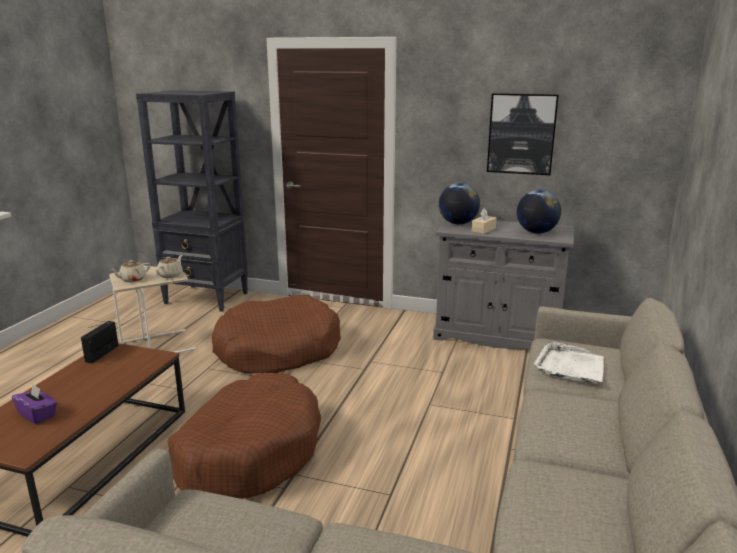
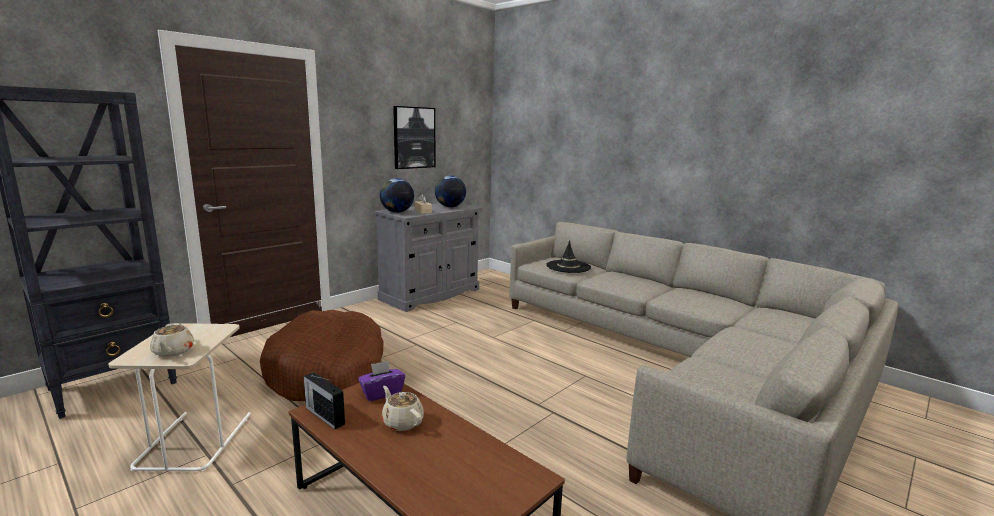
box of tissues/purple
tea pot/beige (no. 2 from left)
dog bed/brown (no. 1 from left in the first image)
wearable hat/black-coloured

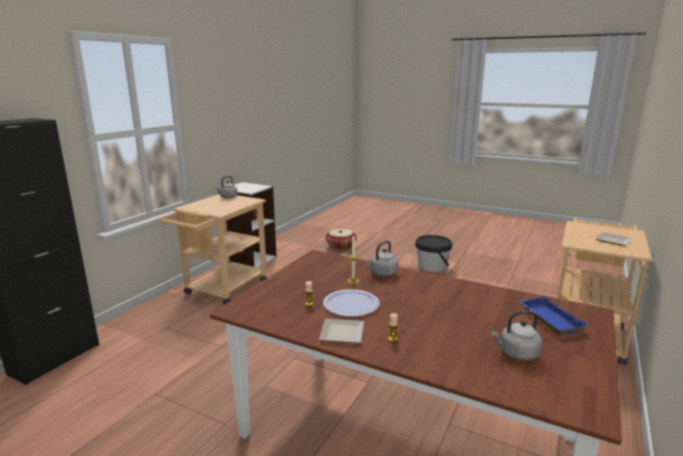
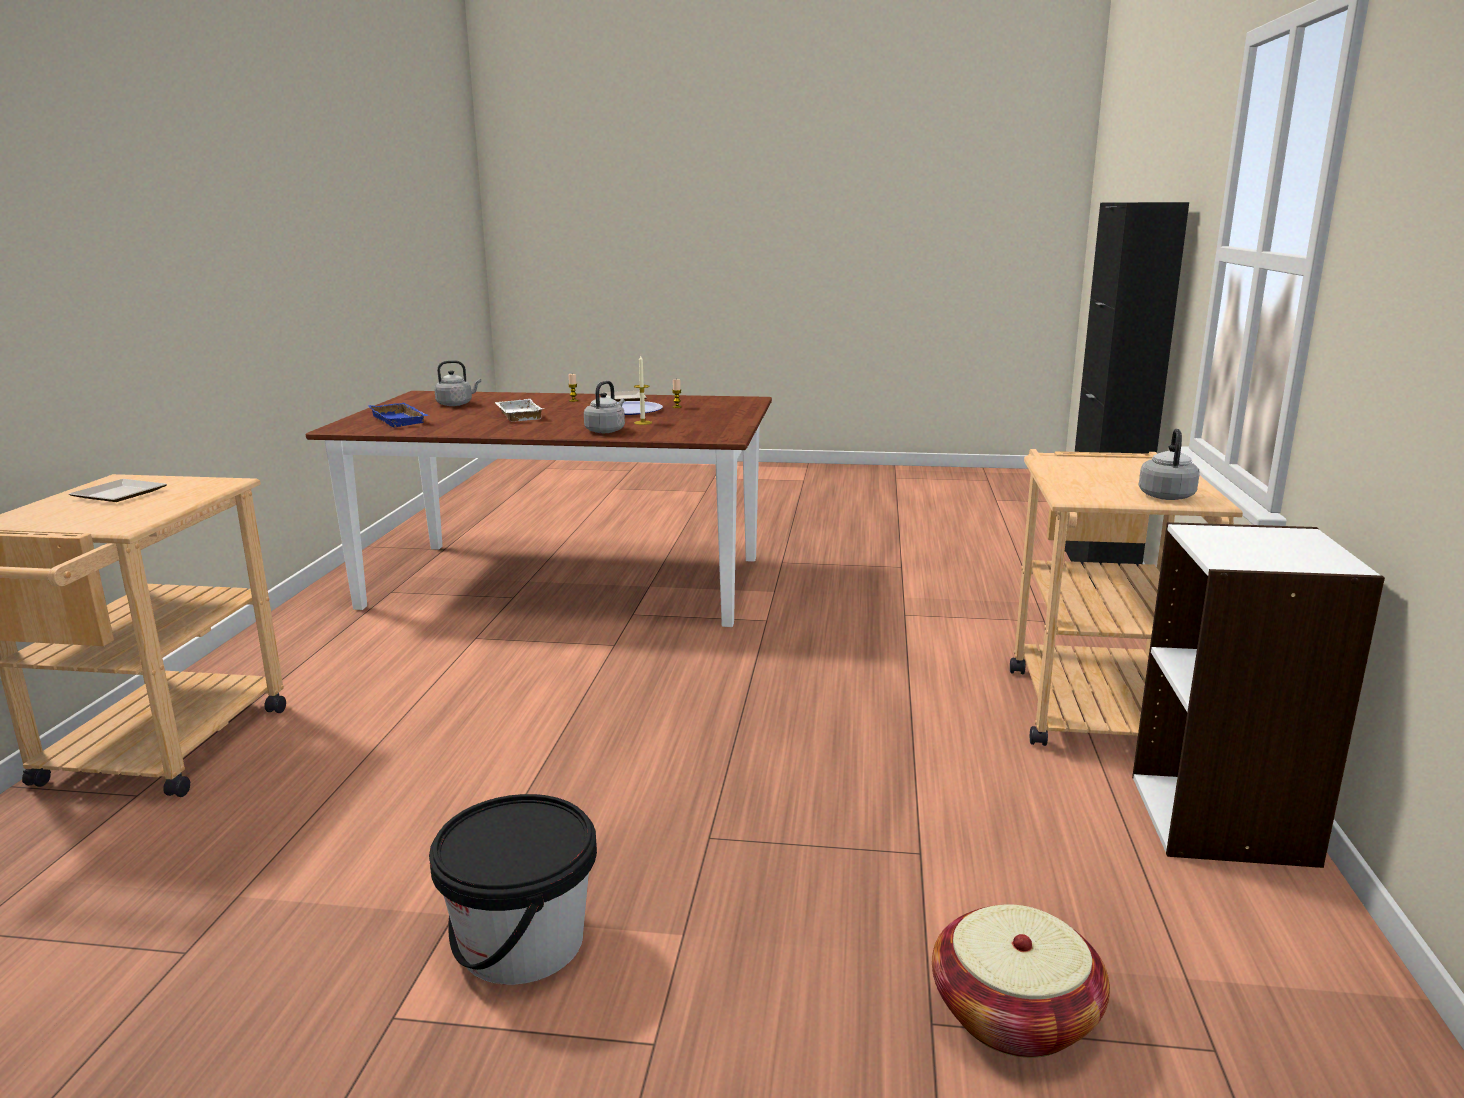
carrying tray/white-coloured

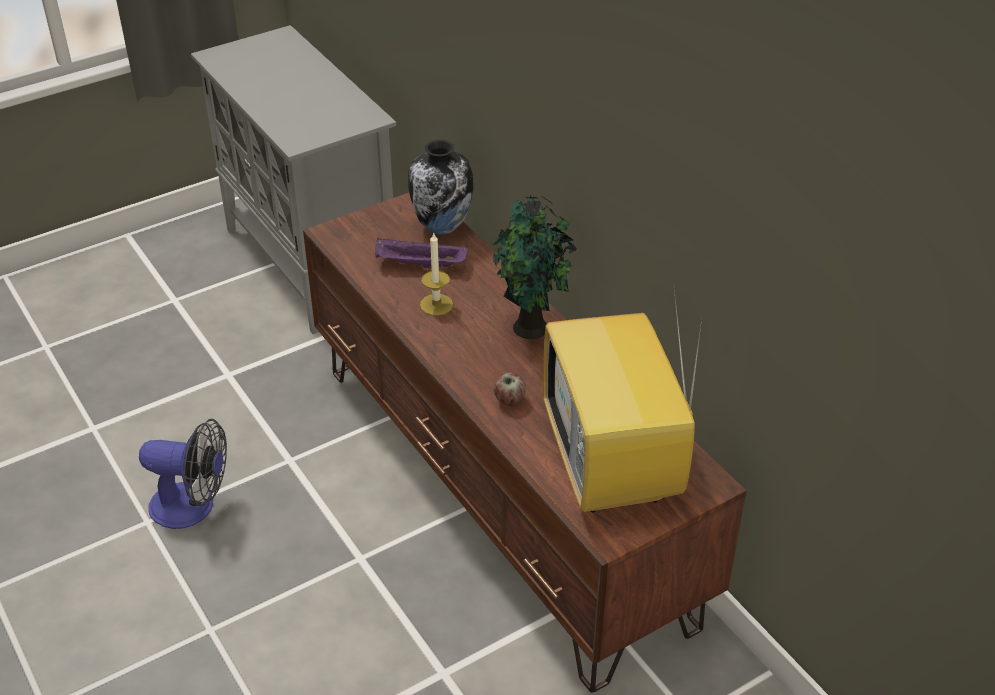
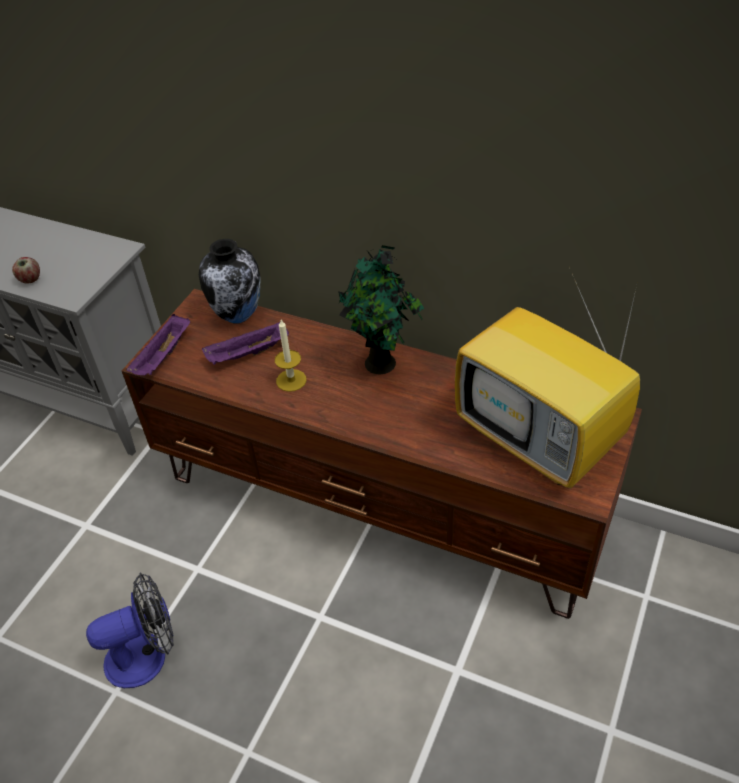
apple
carrying tray/purple (no. 1 from left)

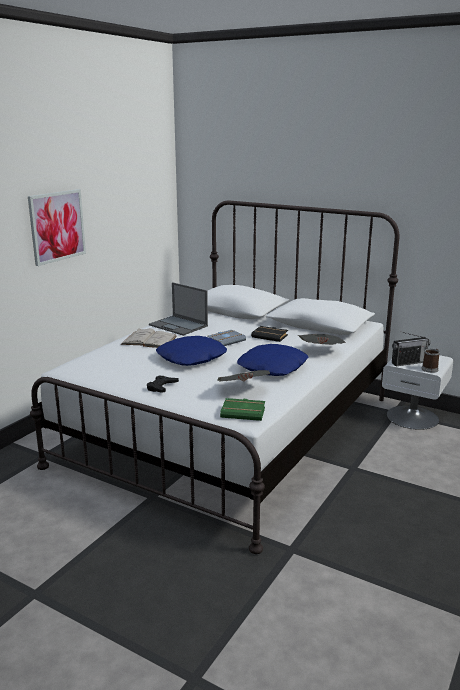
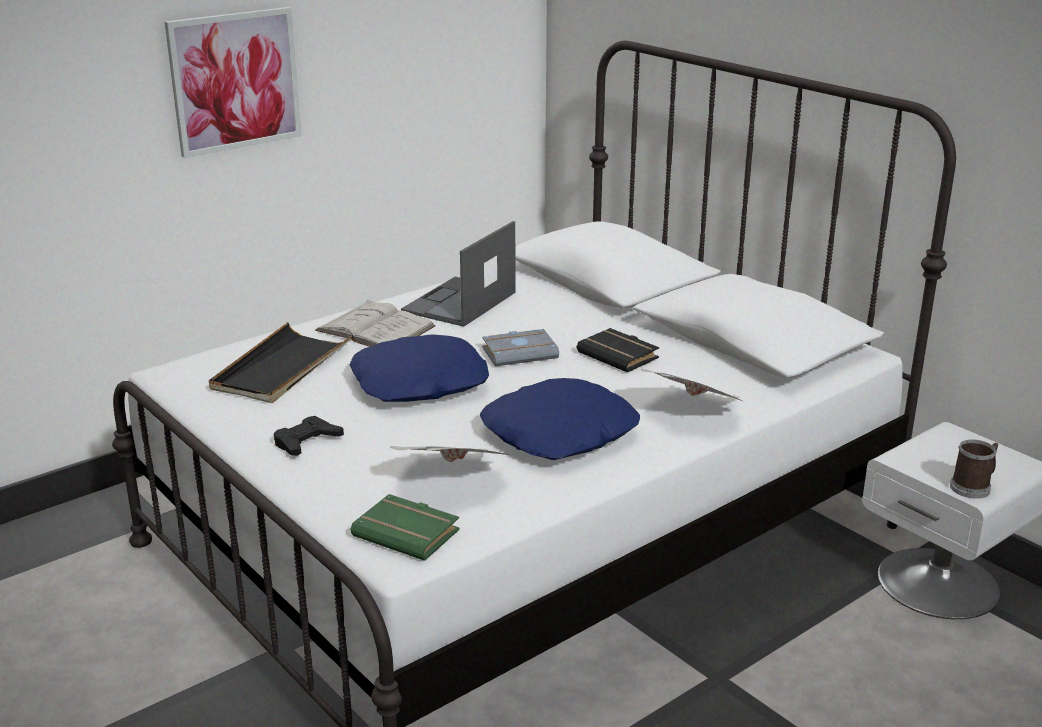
portable computer
radio
carrying tray/black-coloured

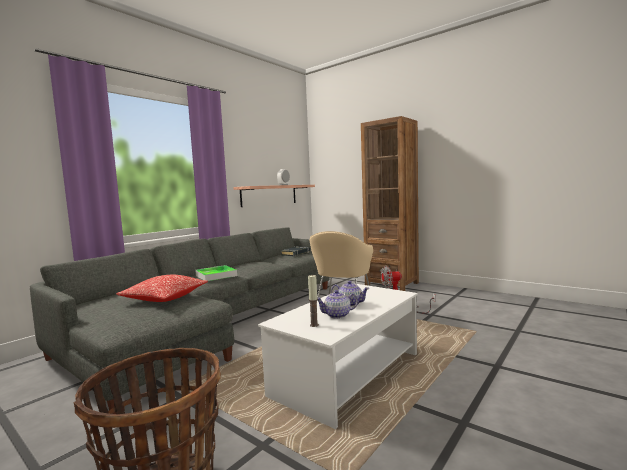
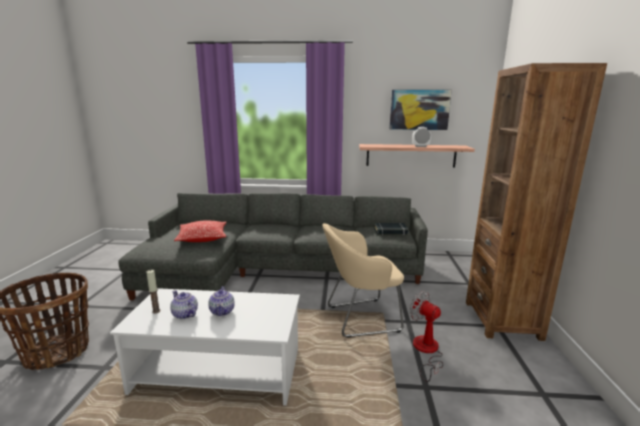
carrying tray
wall art

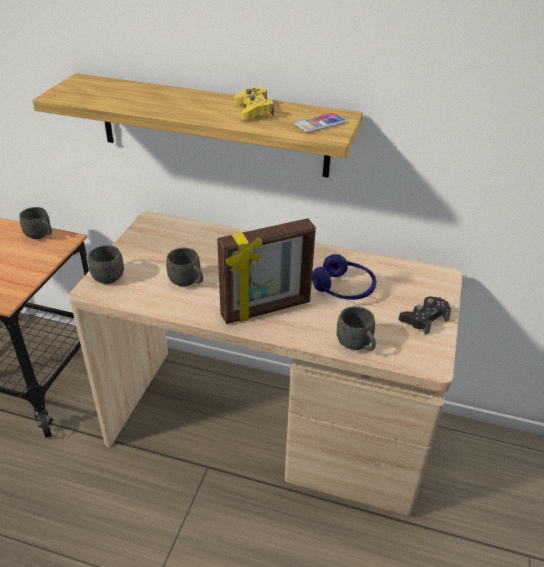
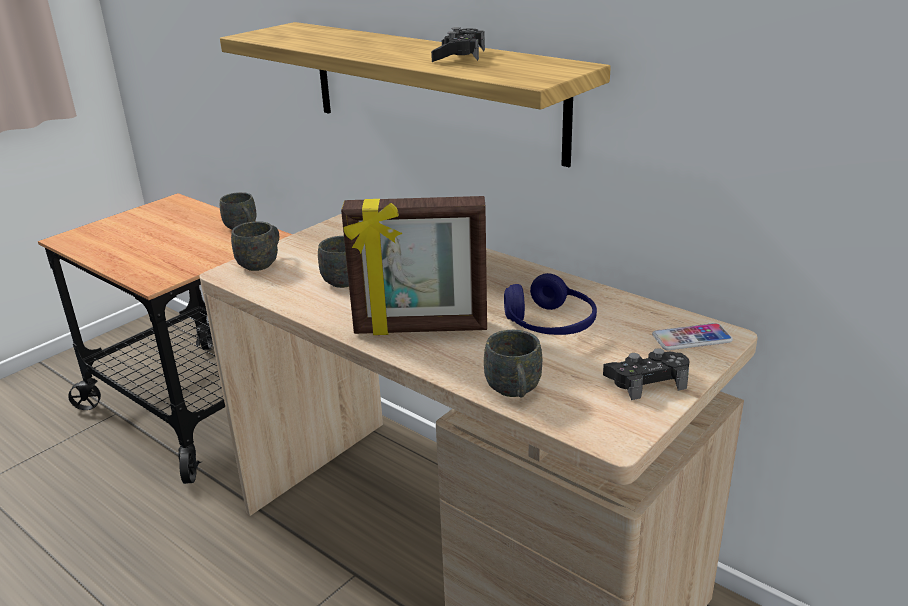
game controller/black-coloured (no. 1 from left)
handset

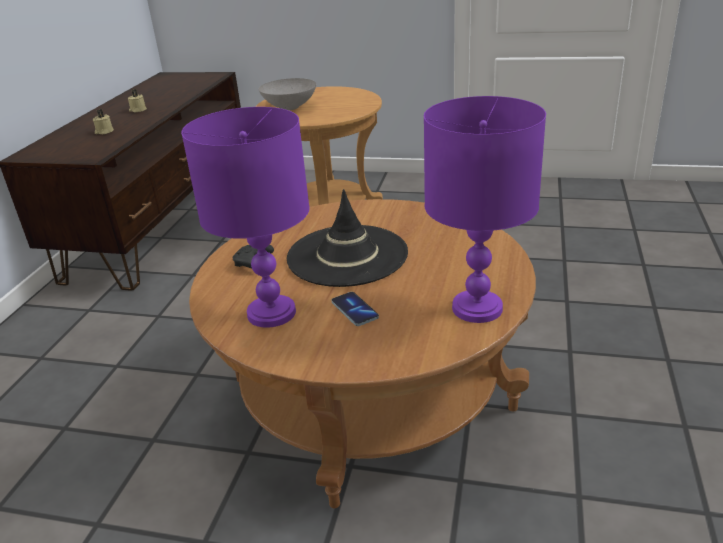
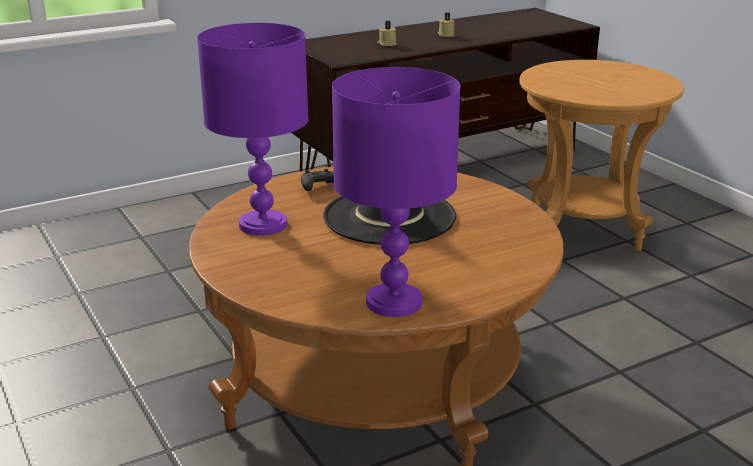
bowl/gray
handset

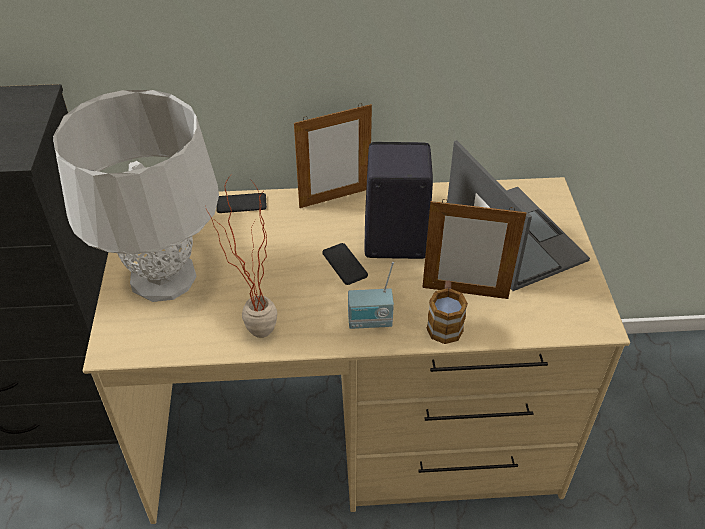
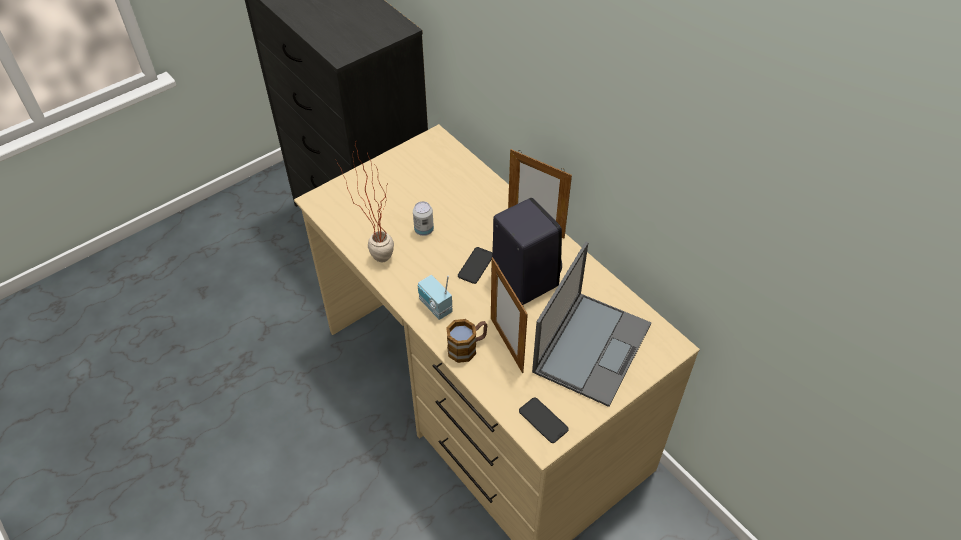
tabletop lamp/gray
handset (no. 2 from left)
sealed can

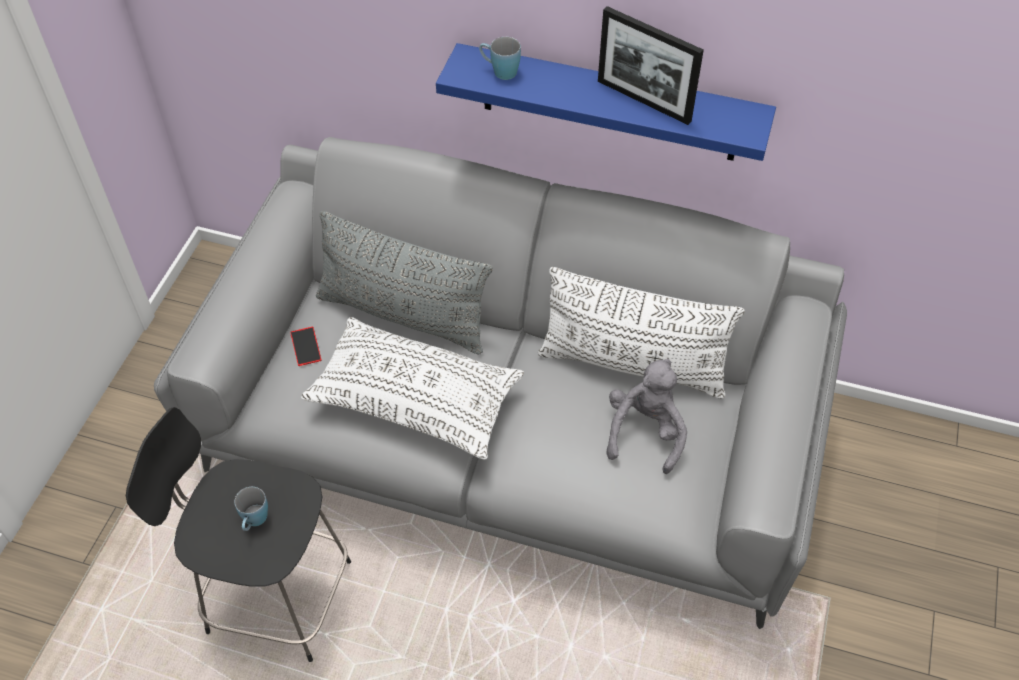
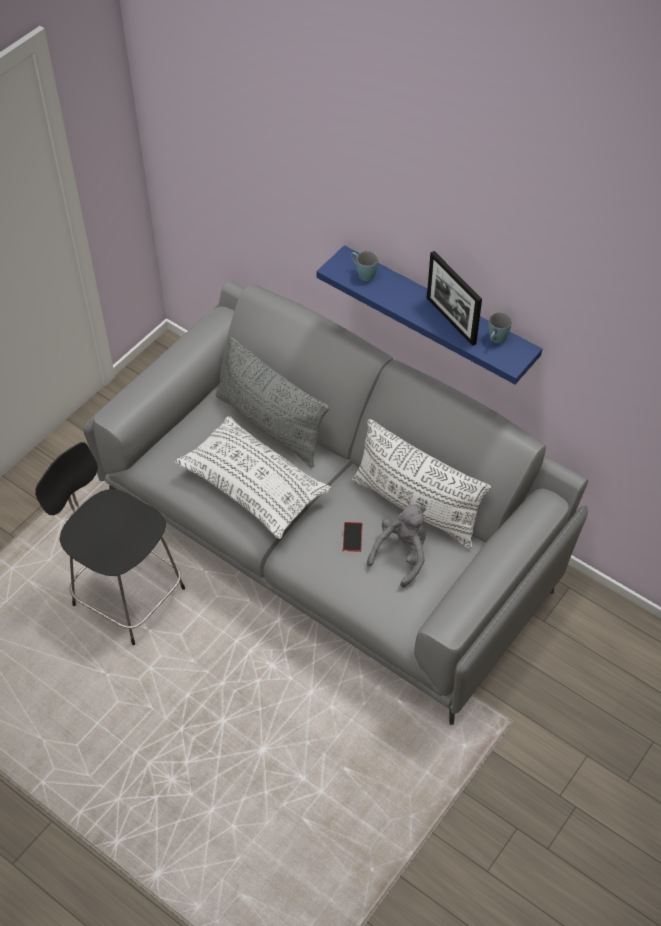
mug/blue-coloured (no. 2 from left)
handset

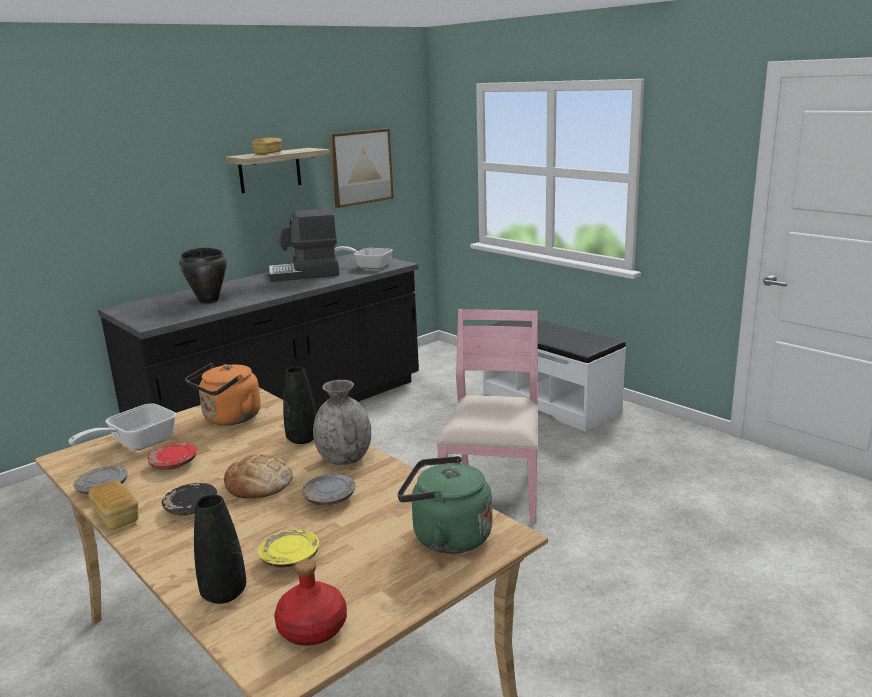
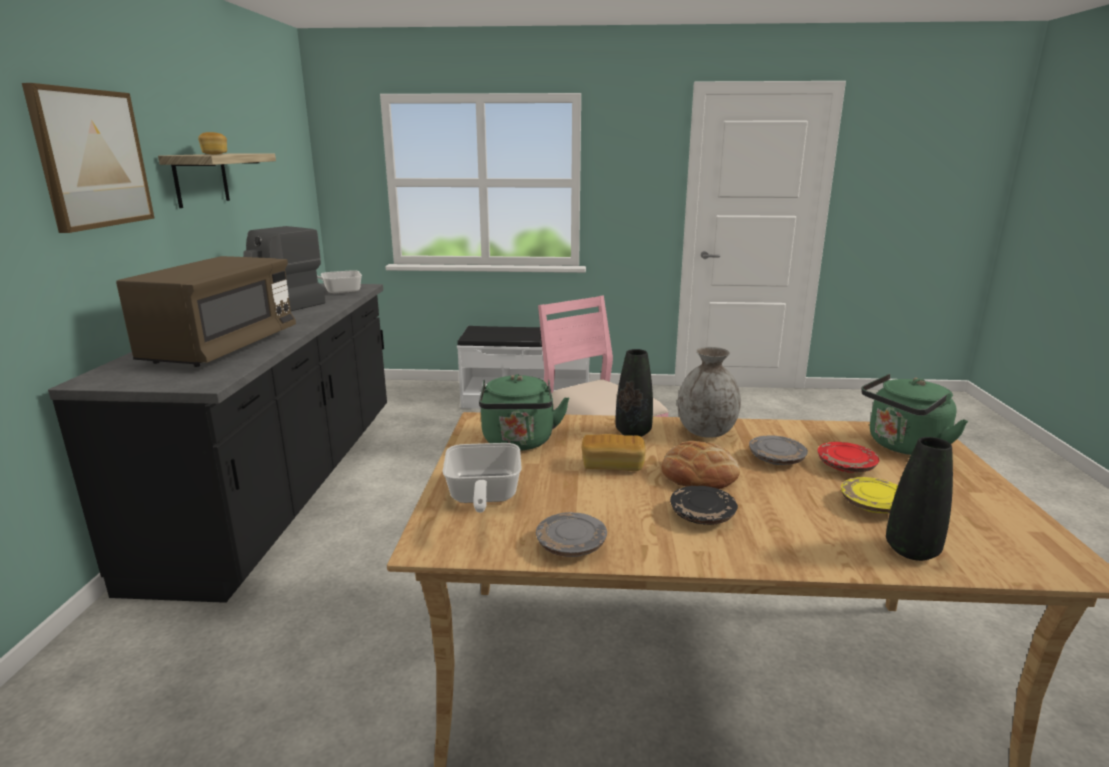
bread (no. 2 from left)
dinner plate/red-coloured
kitchen microwave/brown
water kettle/green-coloured (no. 1 from left)
bottle/red-coloured
wall art

